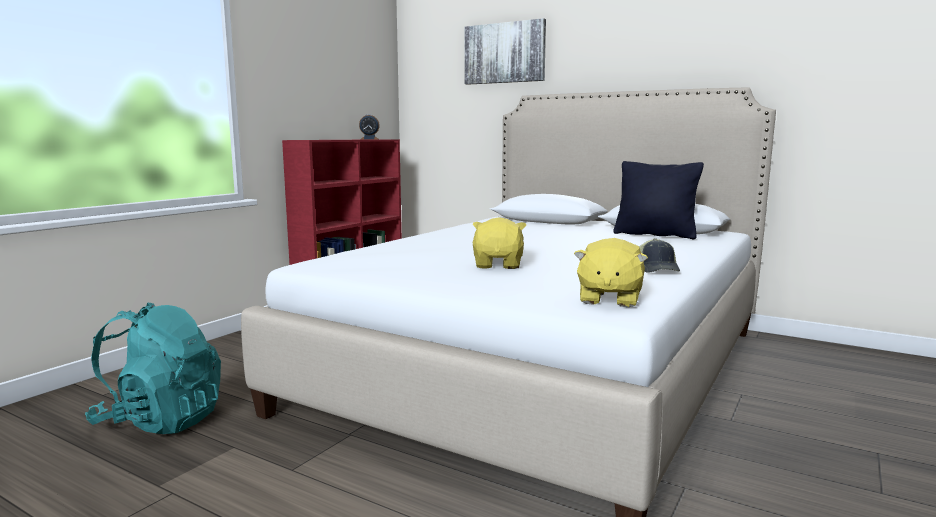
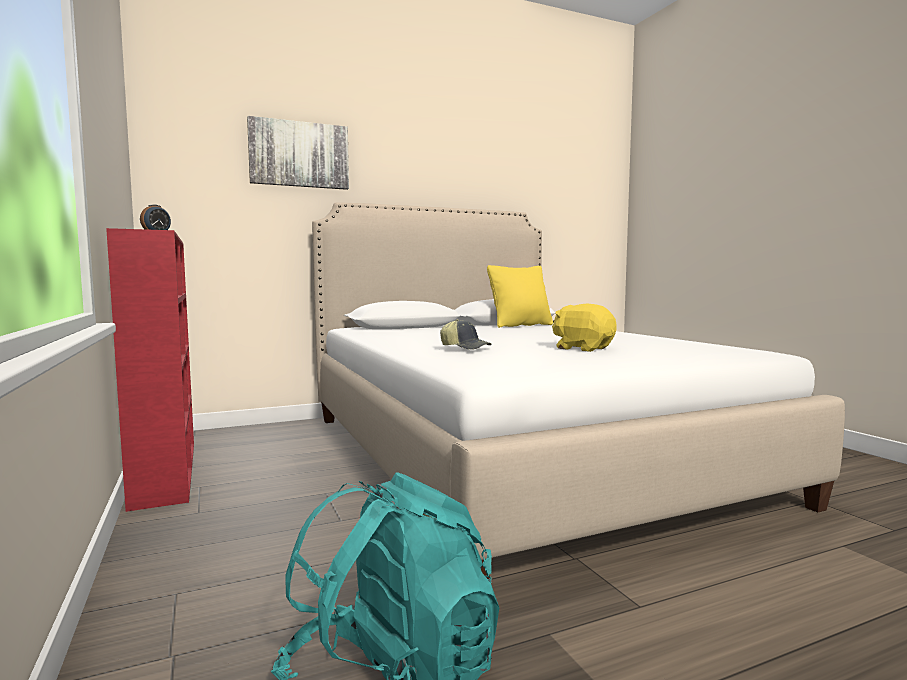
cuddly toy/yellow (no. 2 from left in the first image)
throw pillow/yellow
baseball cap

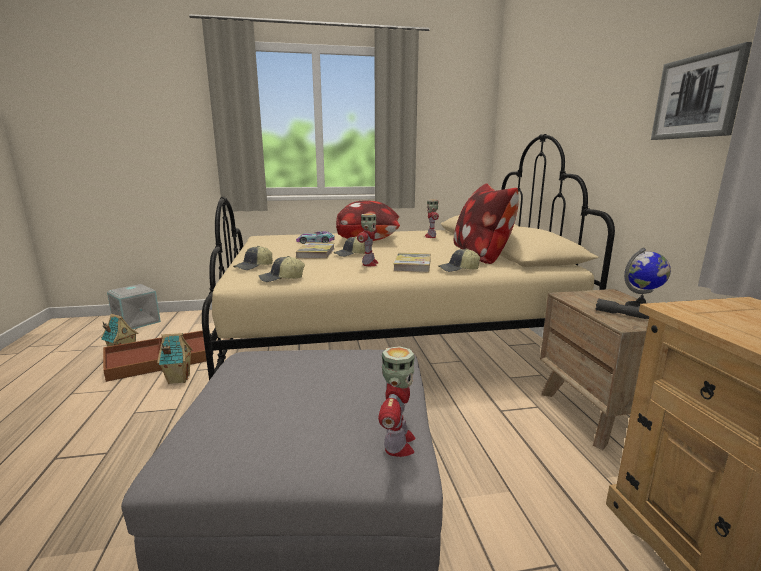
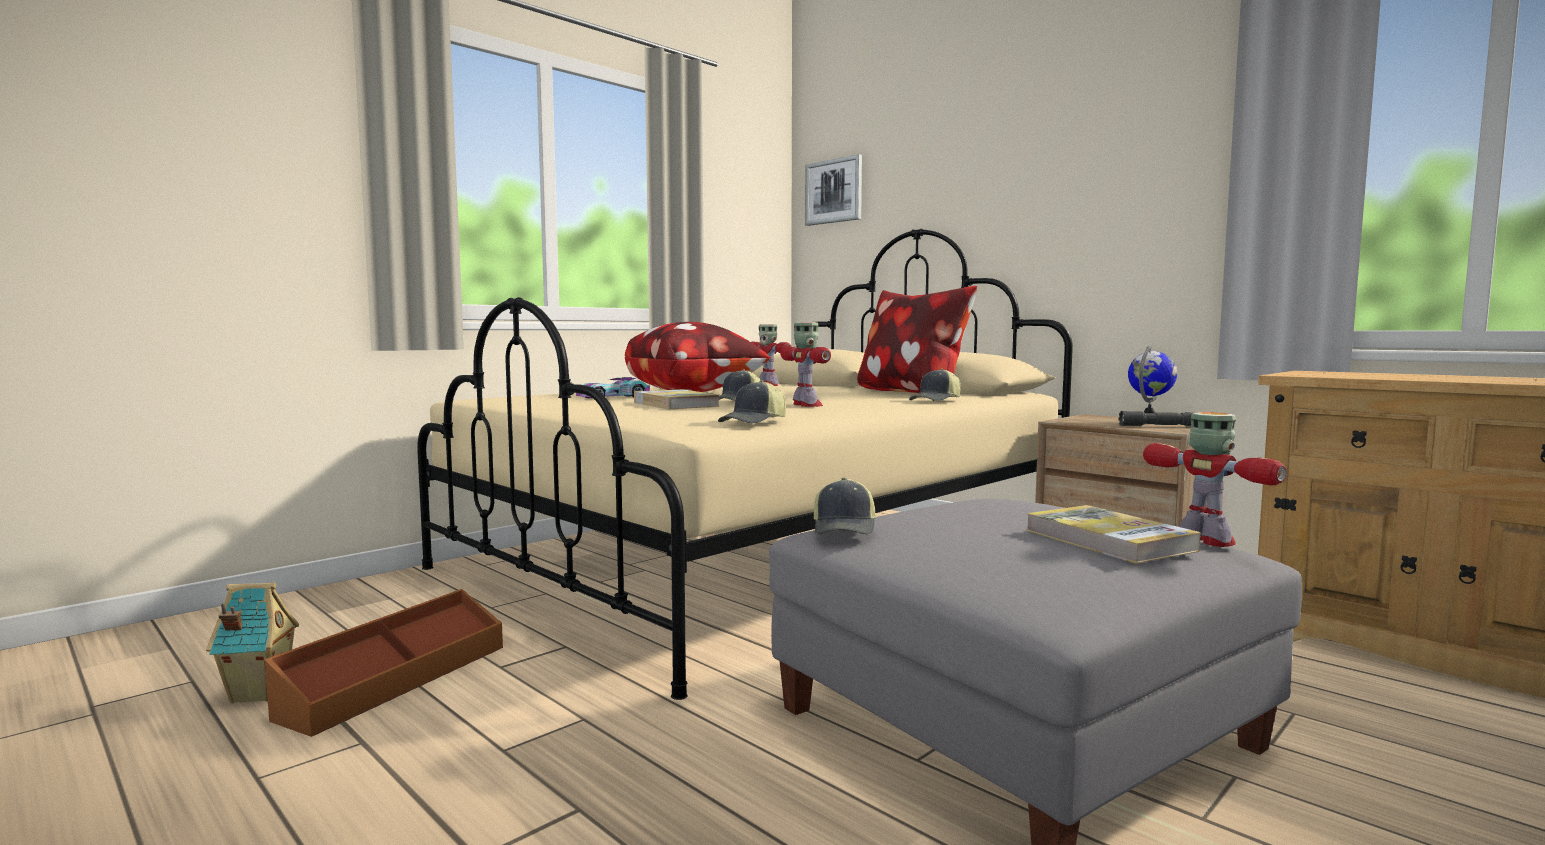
storage box/gray
miniature house (no. 2 from left in the first image)
baseball cap (no. 3 from left)
bound book (no. 2 from left)
wall art

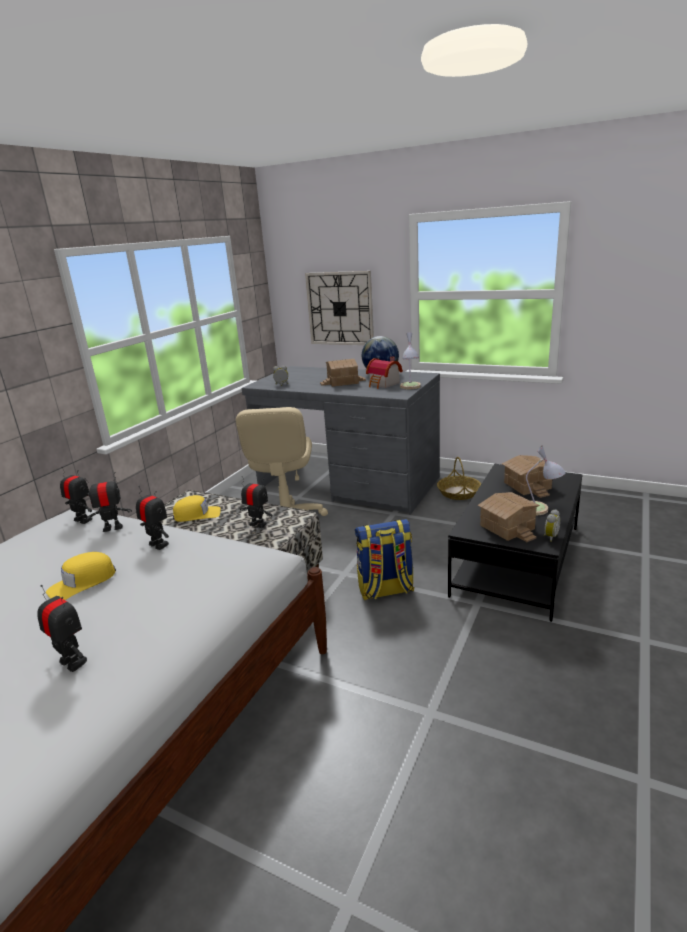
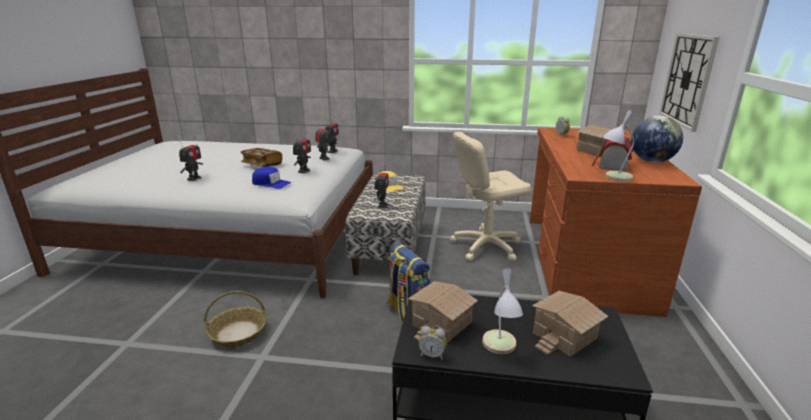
bound book
desk table/brown
household basket
baseball cap/blue-coloured

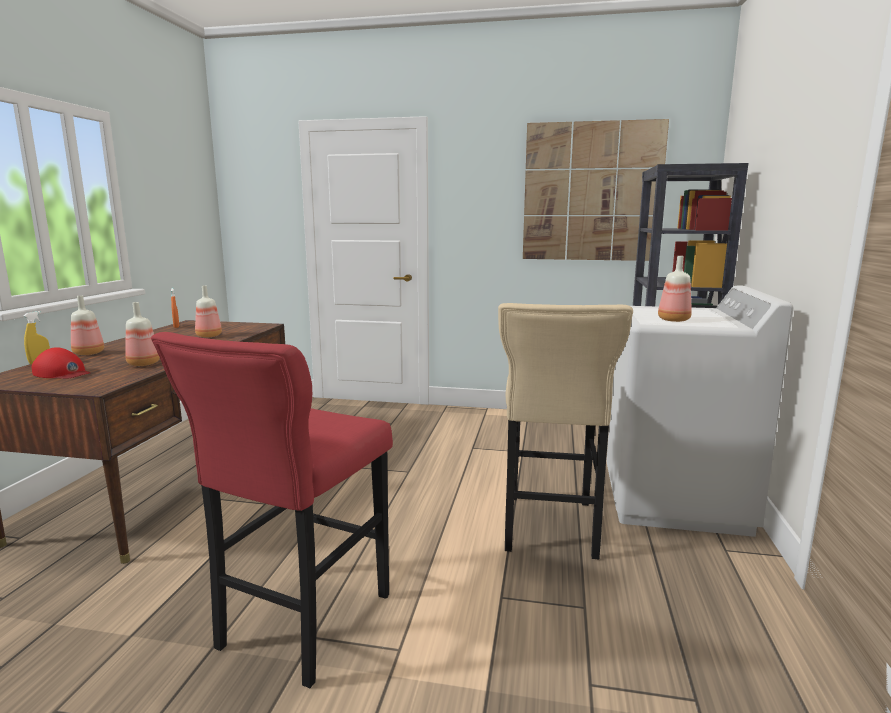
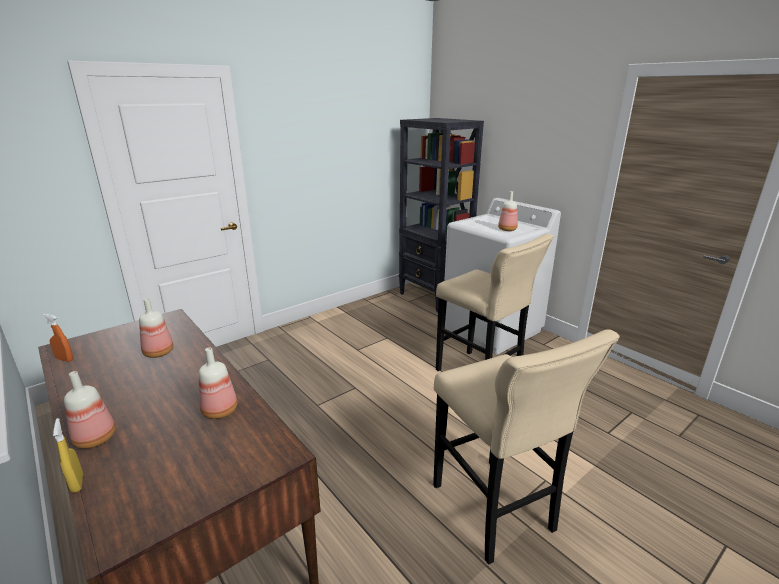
baseball cap/red-coloured
sitting stool/beige (no. 2 from left)
wall art

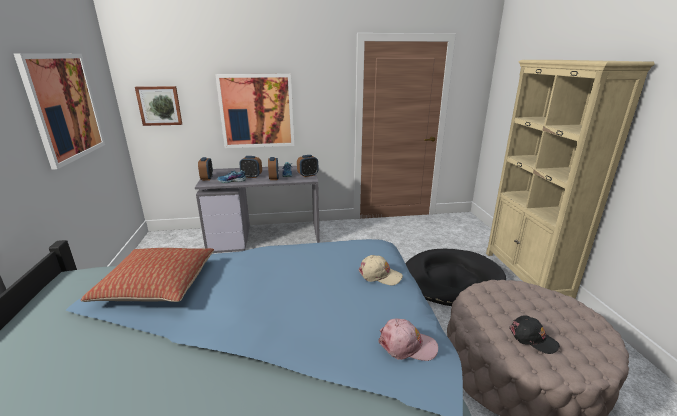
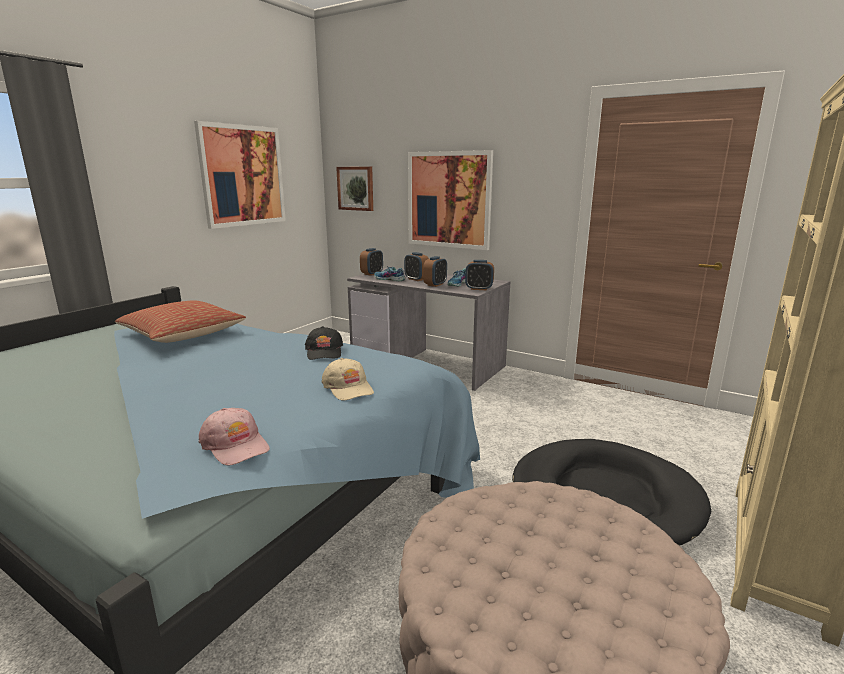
baseball cap/black-coloured

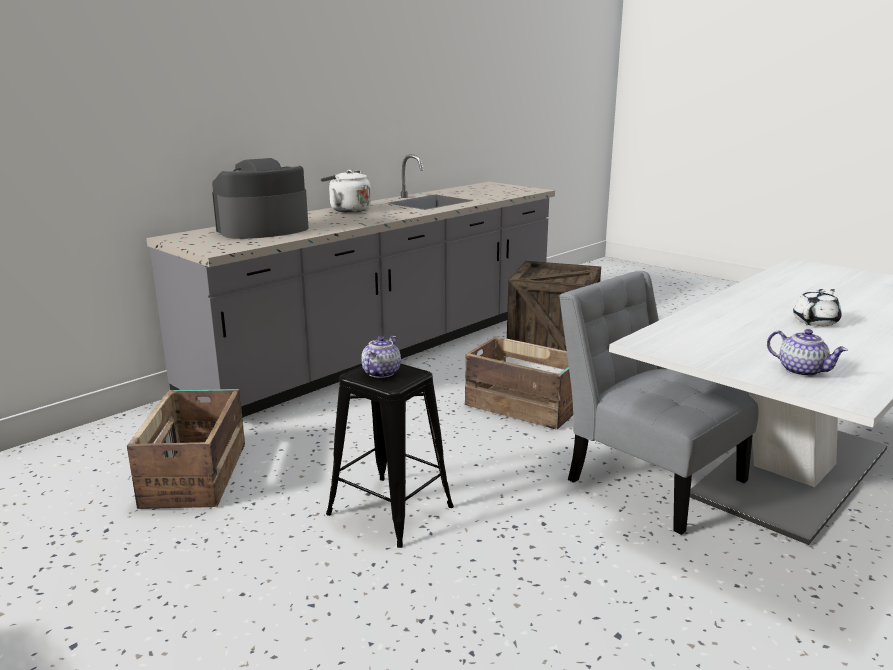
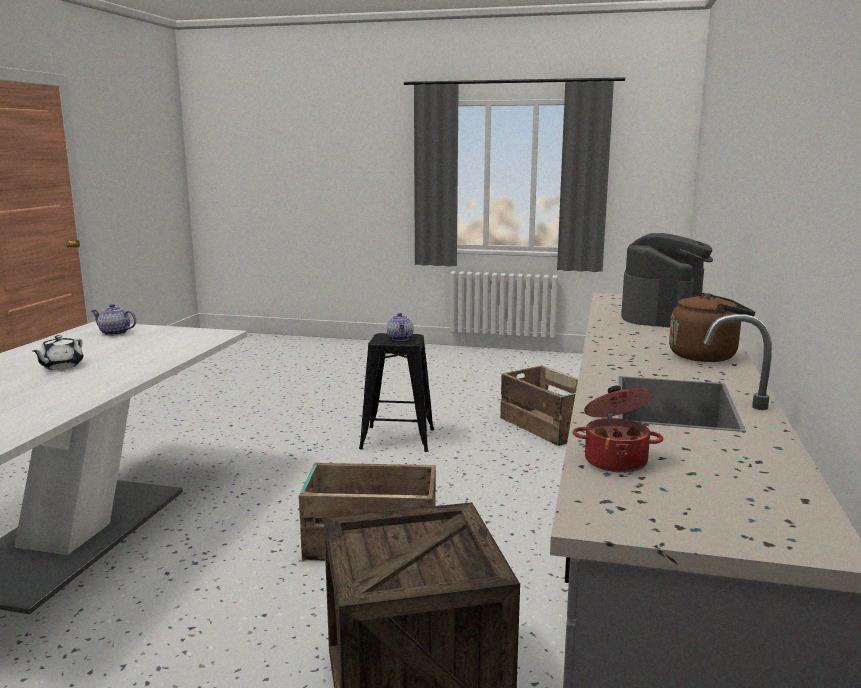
water kettle/brown
chair/gray
stockpot

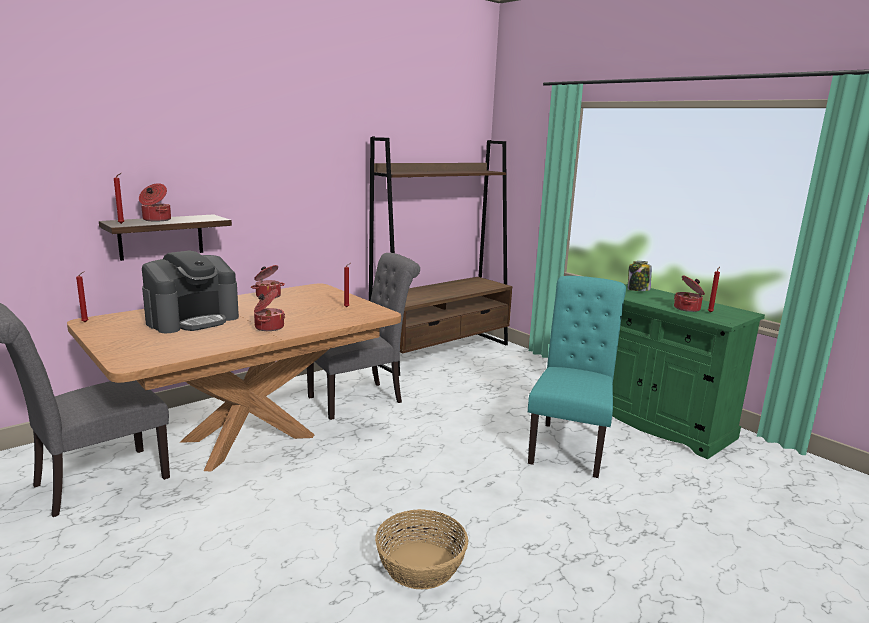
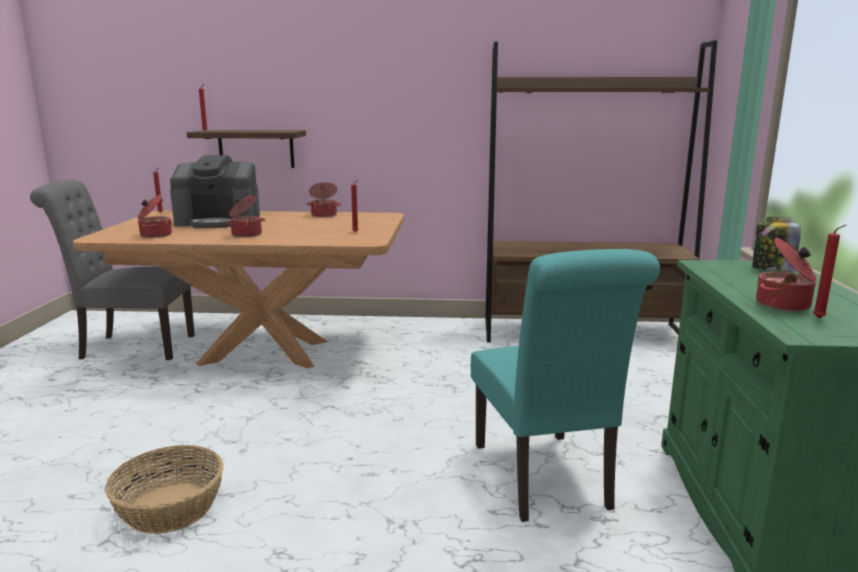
stockpot (no. 1 from left)
chair/gray (no. 2 from left in the first image)
chair/turquoise-coloured

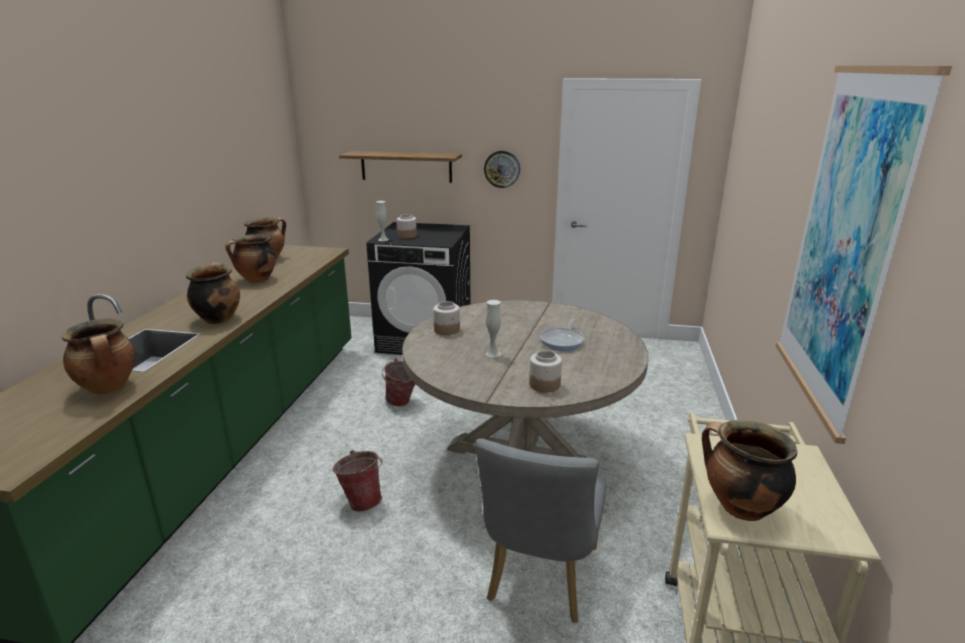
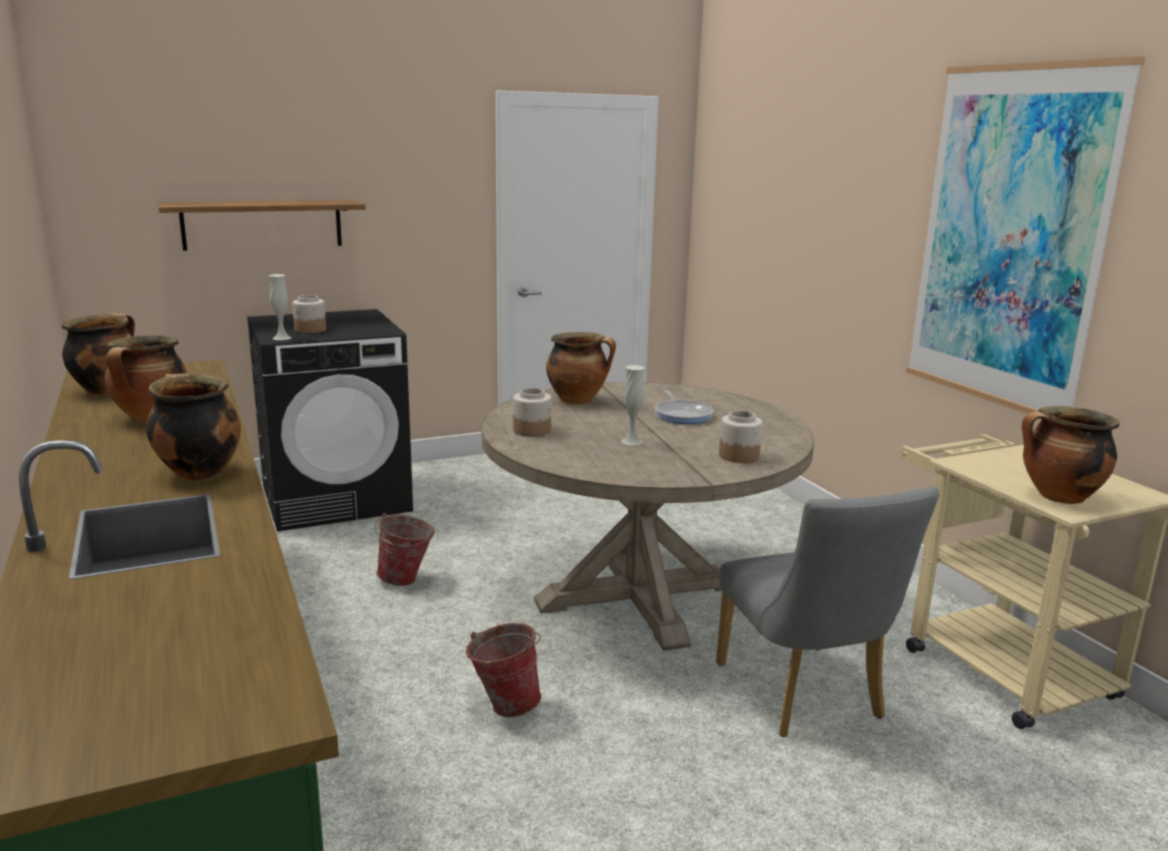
stockpot (no. 4 from left)
wall clock

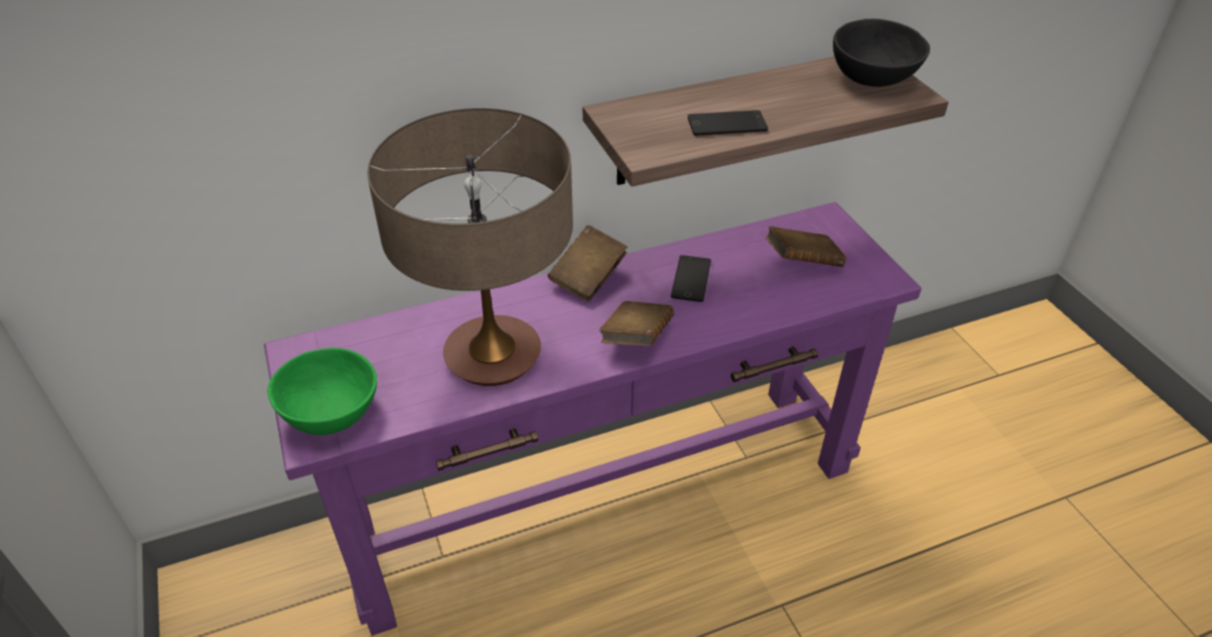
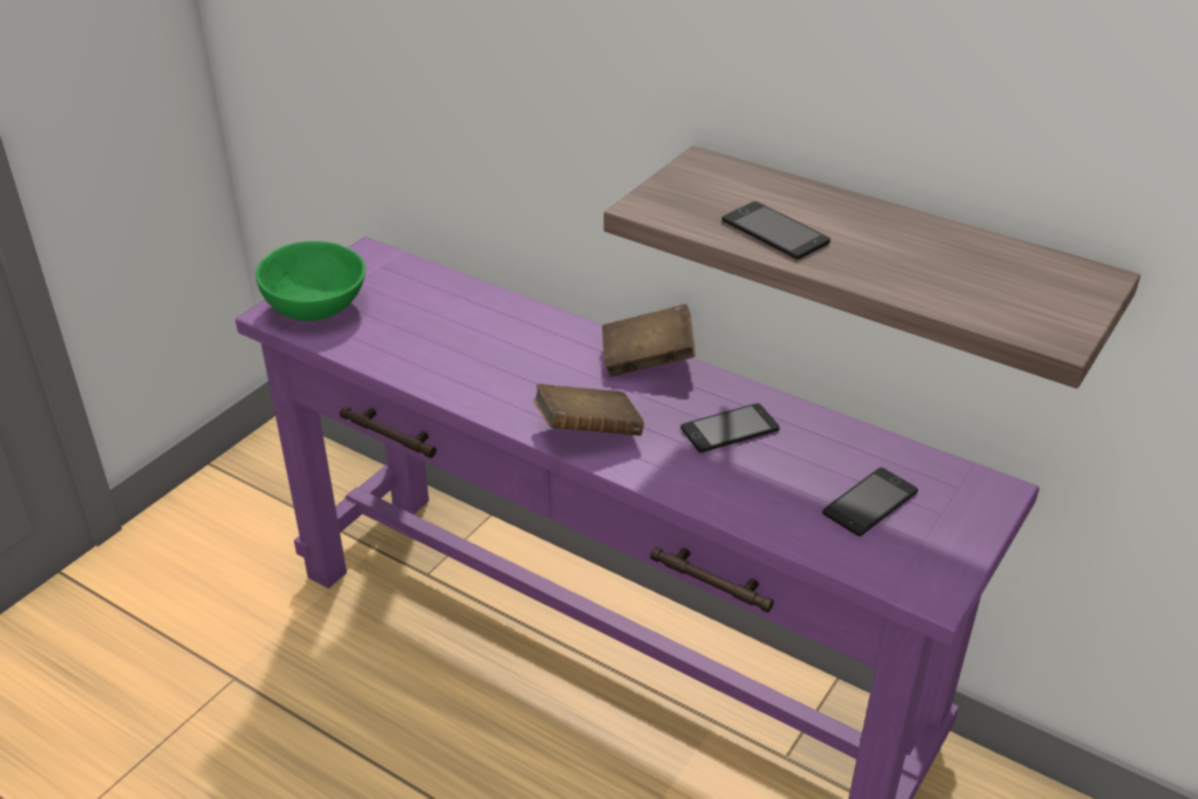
tabletop lamp
handset (no. 3 from left)
bowl/black-coloured

